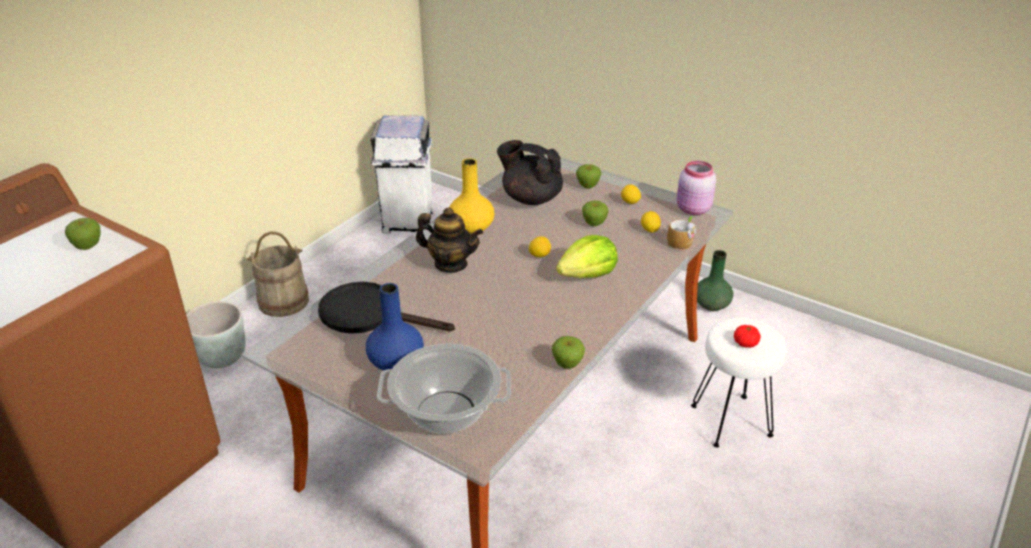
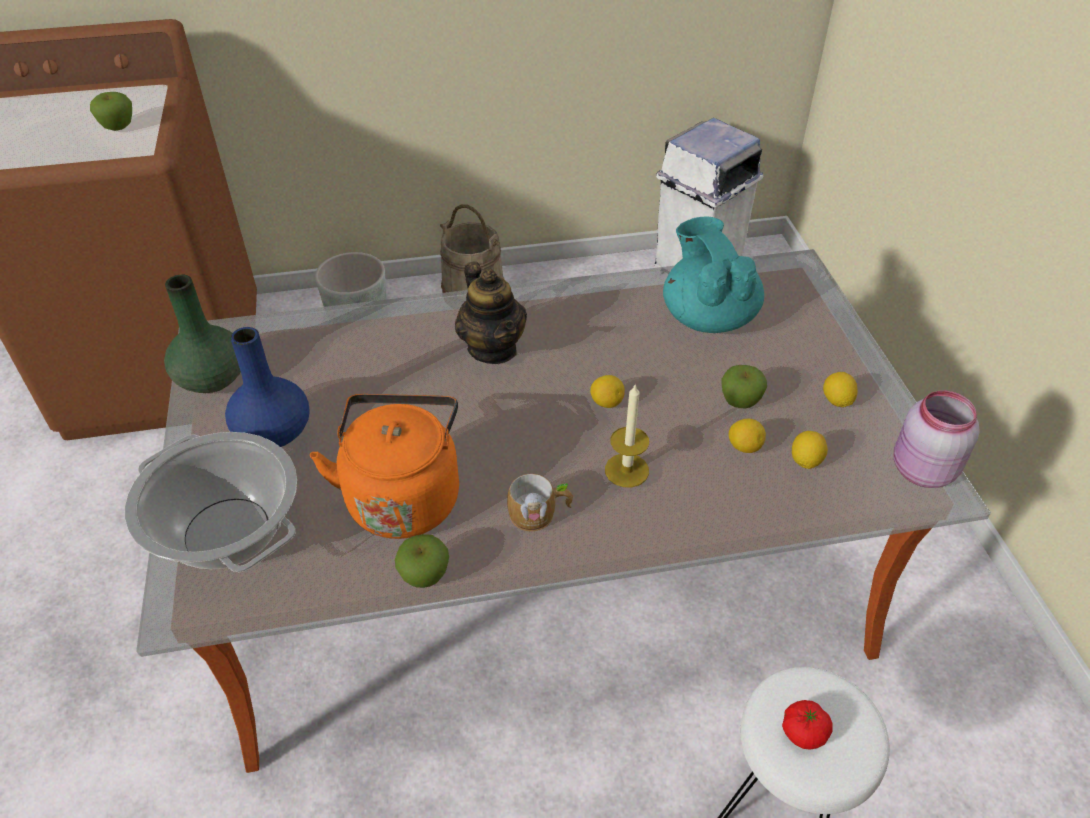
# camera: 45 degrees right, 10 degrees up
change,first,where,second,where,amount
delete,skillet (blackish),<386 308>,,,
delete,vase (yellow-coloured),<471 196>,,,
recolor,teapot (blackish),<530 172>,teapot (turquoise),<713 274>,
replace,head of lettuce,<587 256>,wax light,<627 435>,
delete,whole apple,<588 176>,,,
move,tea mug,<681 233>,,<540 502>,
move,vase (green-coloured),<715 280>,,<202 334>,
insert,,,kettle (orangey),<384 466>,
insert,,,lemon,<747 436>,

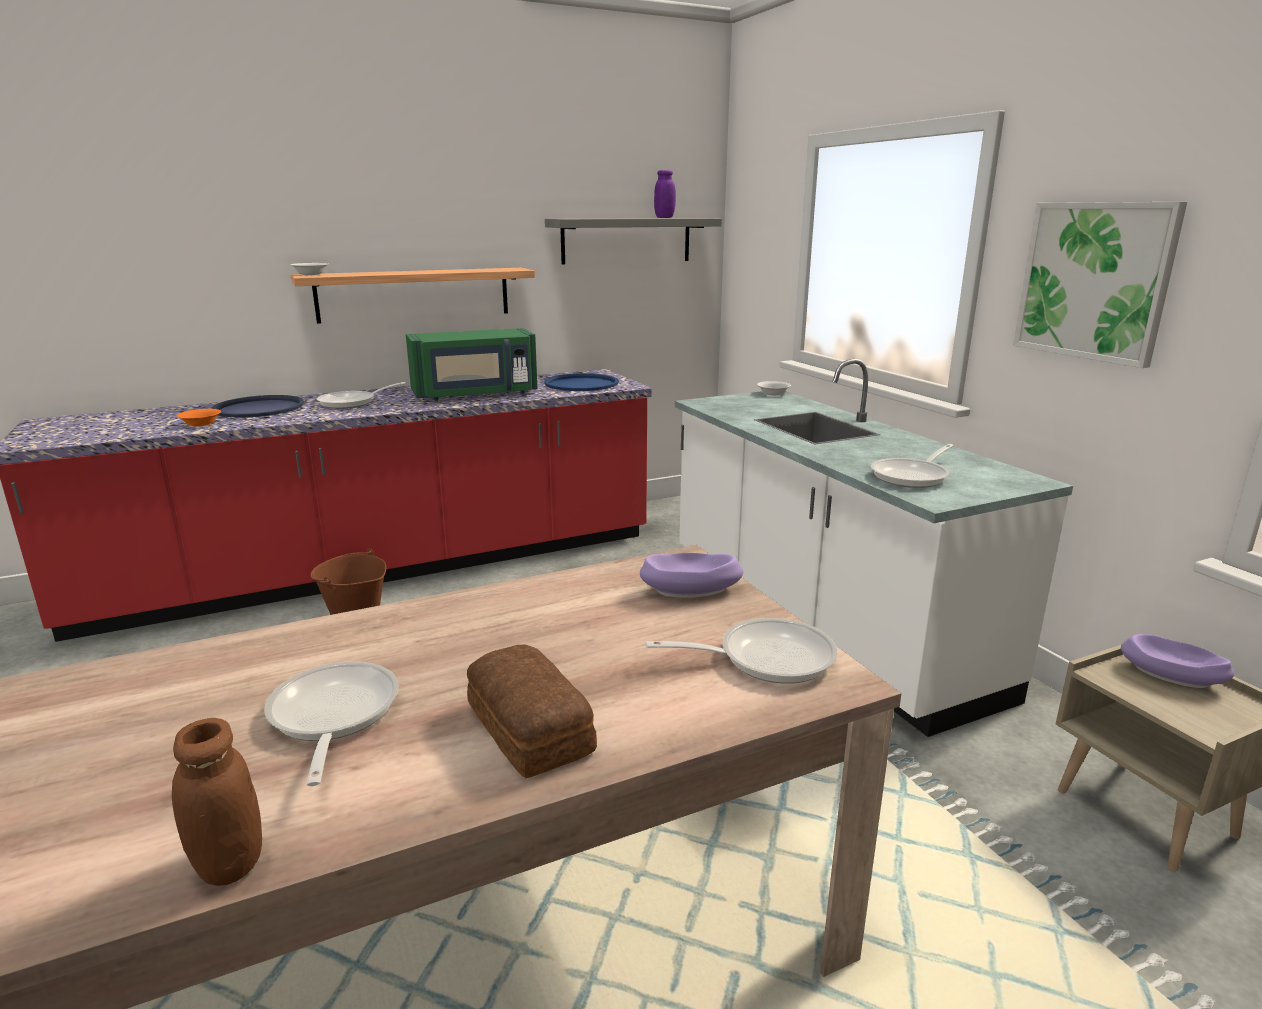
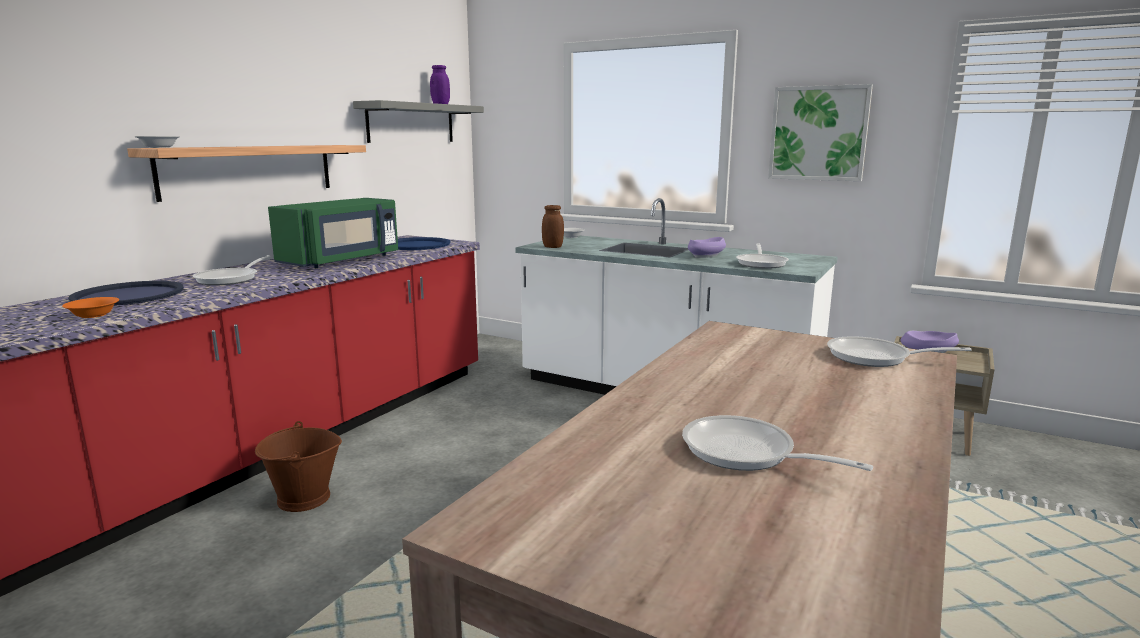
# camera: 35 degrees left, 5 degrees down
change,first,where,second,where,amount
move,preserve jar (brown-coloured),<217 802>,,<553 226>,
delete,bakery bread,<532 711>,,,
move,deep dish (purple),<691 575>,,<707 247>,
rotate,skillet,<741 651>,,<899 351>,120 degrees counterclockwise

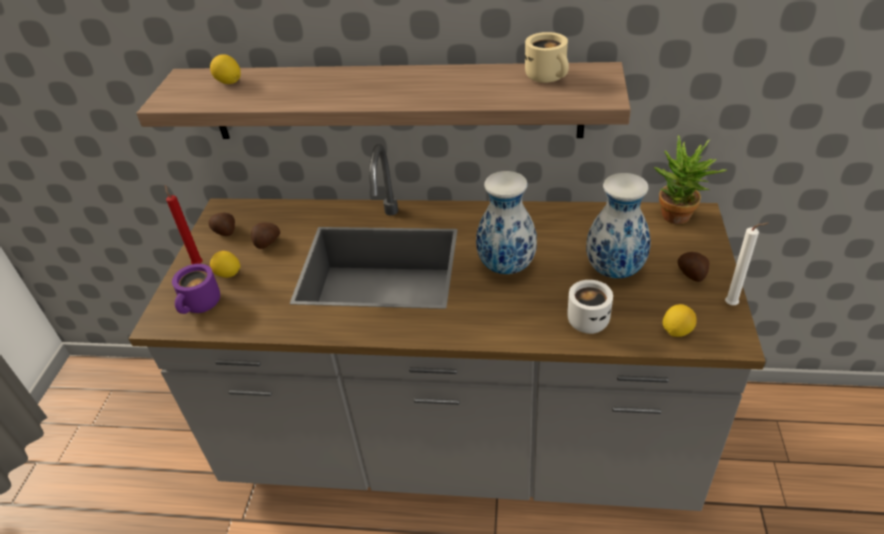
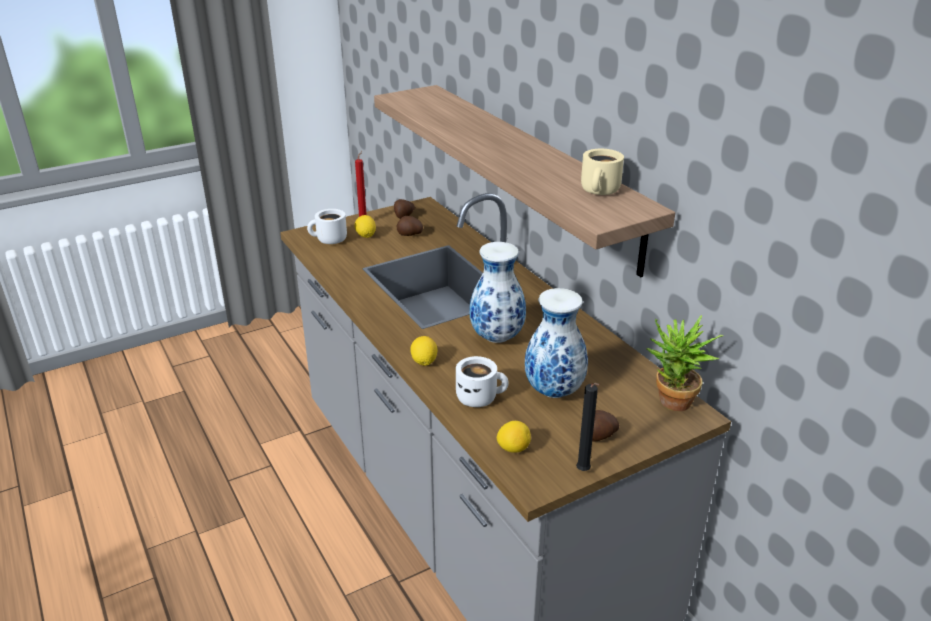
# camera: 50 degrees right, 10 degrees down
change,first,where,second,where,amount
recolor,tea mug (purple),<196 289>,tea mug (white-coloured),<327 226>,
move,lemon,<225 69>,,<423 351>,
recolor,wax light (white-coloured),<747 264>,wax light (blackish),<587 427>,

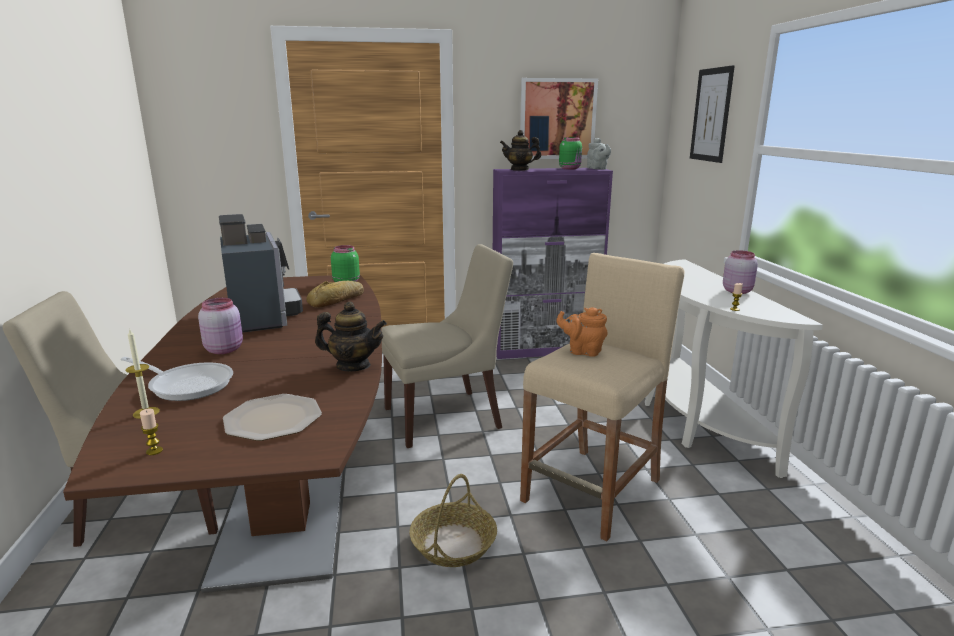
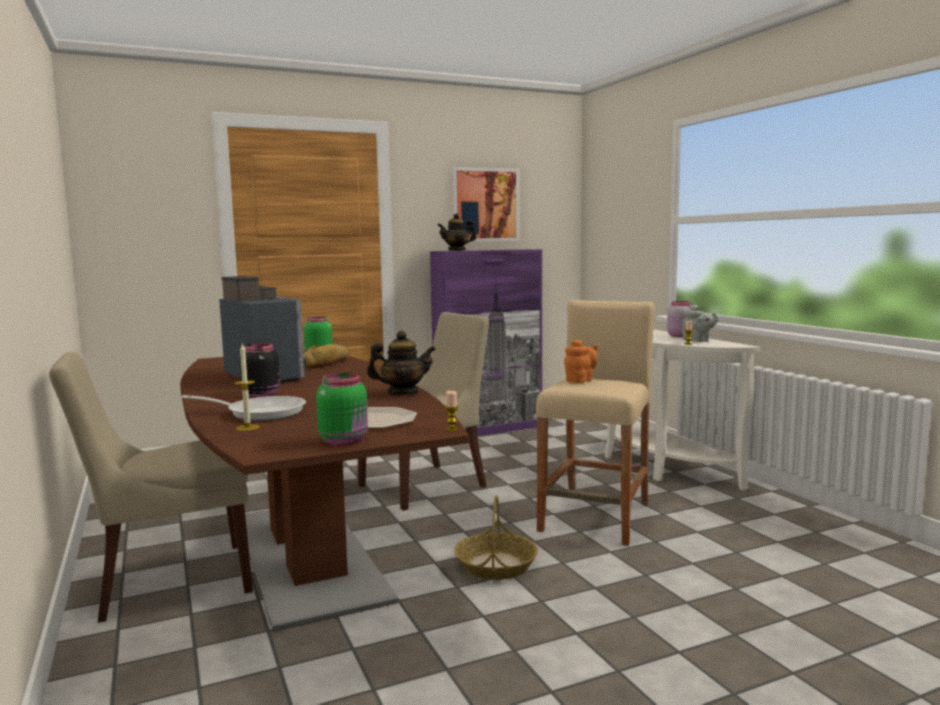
# camera: 15 degrees left, 10 degrees down
change,first,where,second,where,amount
move,wax light,<151 431>,,<452 411>,
recolor,preserve jar (pink),<220 326>,preserve jar (blackish),<260 370>,
rotate,teapot (orangey),<582 332>,,<581 361>,135 degrees clockwise
move,preserve jar (green-coloured),<570 153>,,<342 409>,
move,teapot (grey),<599 154>,,<700 323>,
delete,wall picture,<712 114>,,,

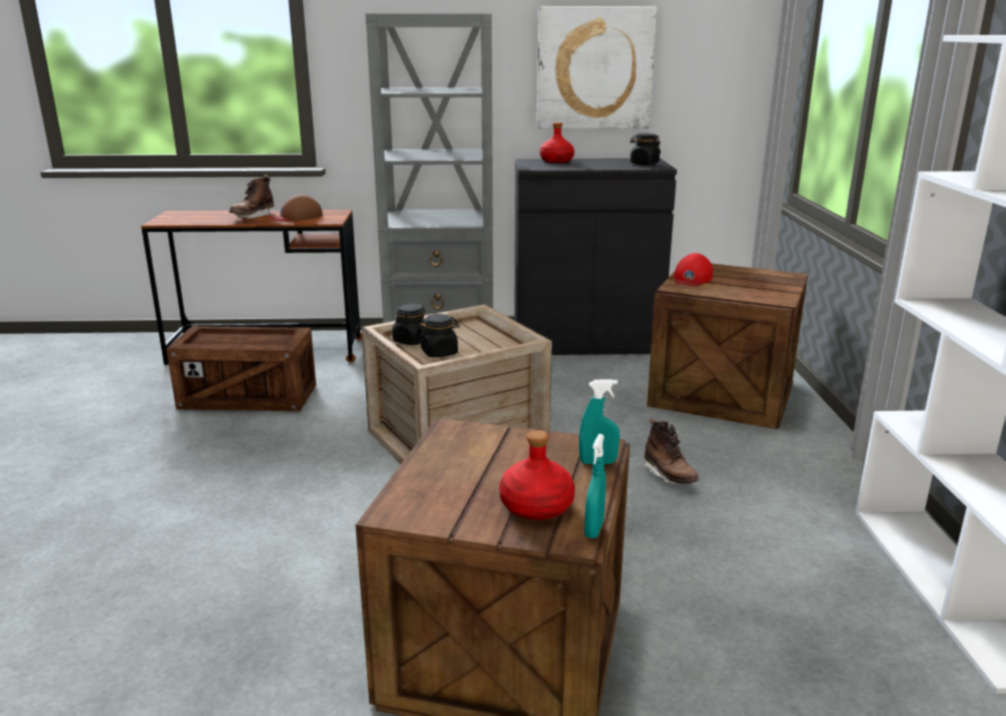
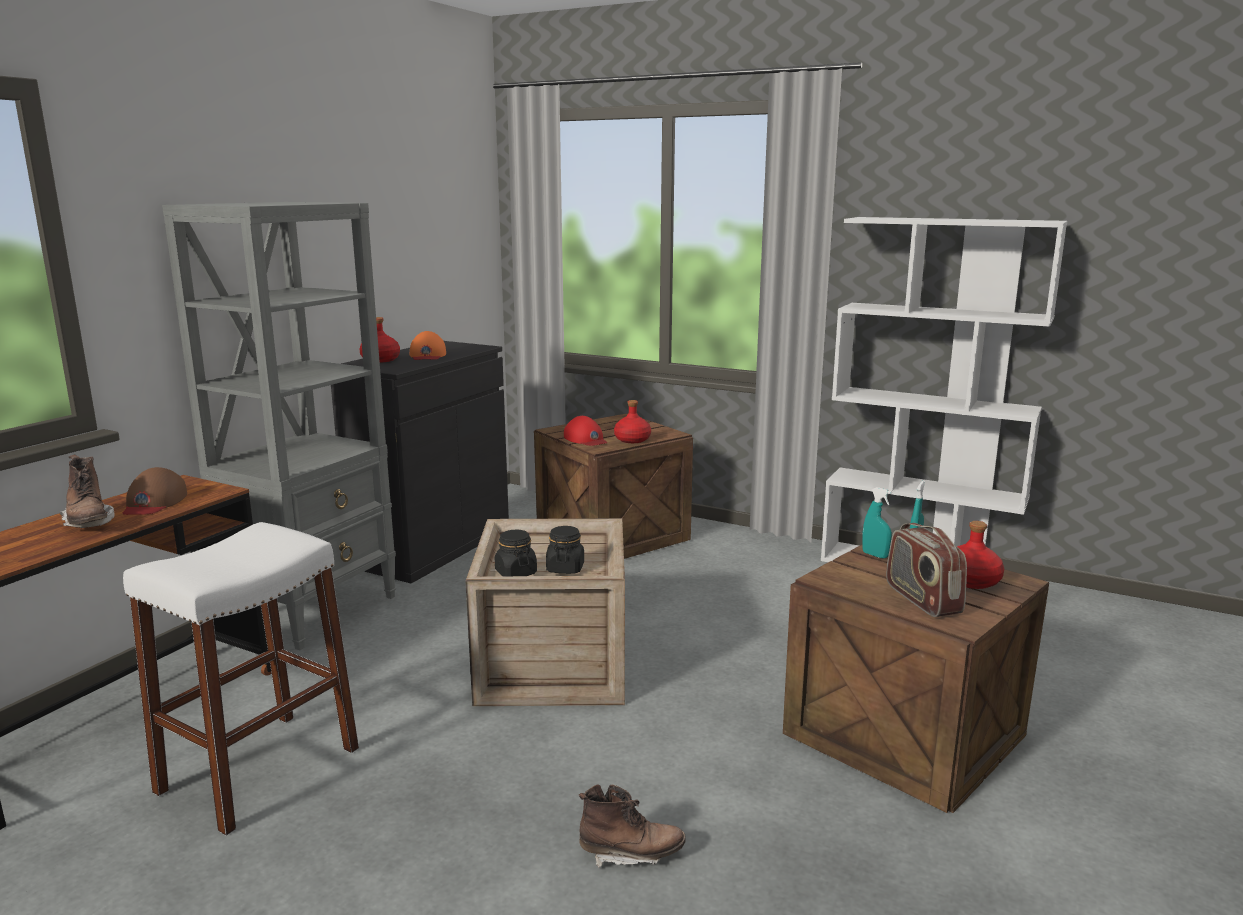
# camera: 60 degrees left, 5 degrees down
change,first,where,second,where,amount
replace,shipping crate,<241 368>,stool (white-coloured),<241 679>,
delete,wall picture,<597 67>,,,
move,hand sprayer (turquoise),<595 486>,,<877 522>,
delete,preserve jar (blackish),<645 149>,,,
move,high-top boot (brown-coloured),<671 451>,,<632 826>,
insert,,,peaked cap (orangey),<428 345>,
insert,,,beverage bottle (red),<632 421>,
insert,,,radio receiver,<926 570>,

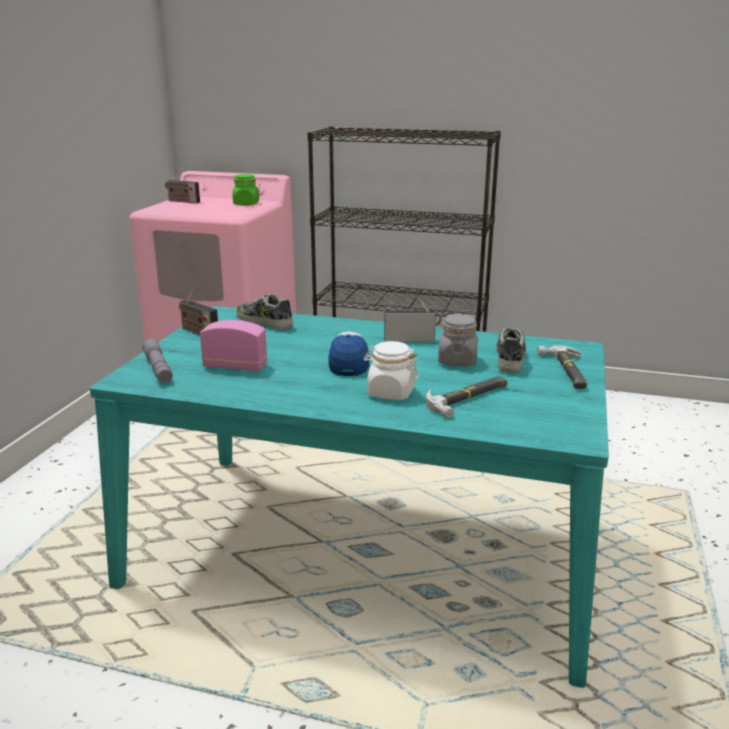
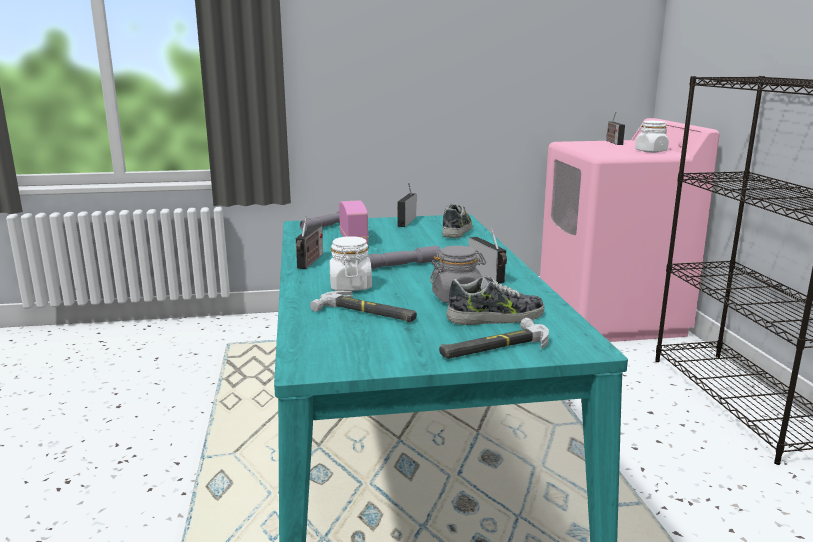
# camera: 65 degrees right, 5 degrees down
change,first,where,second,where,amount
recolor,preserve jar (green-coloured),<246 189>,preserve jar (white-coloured),<652 137>,
replace,peaked cap,<349 353>,hand torch (grey),<404 257>,
insert,,,radio receiver,<309 243>,

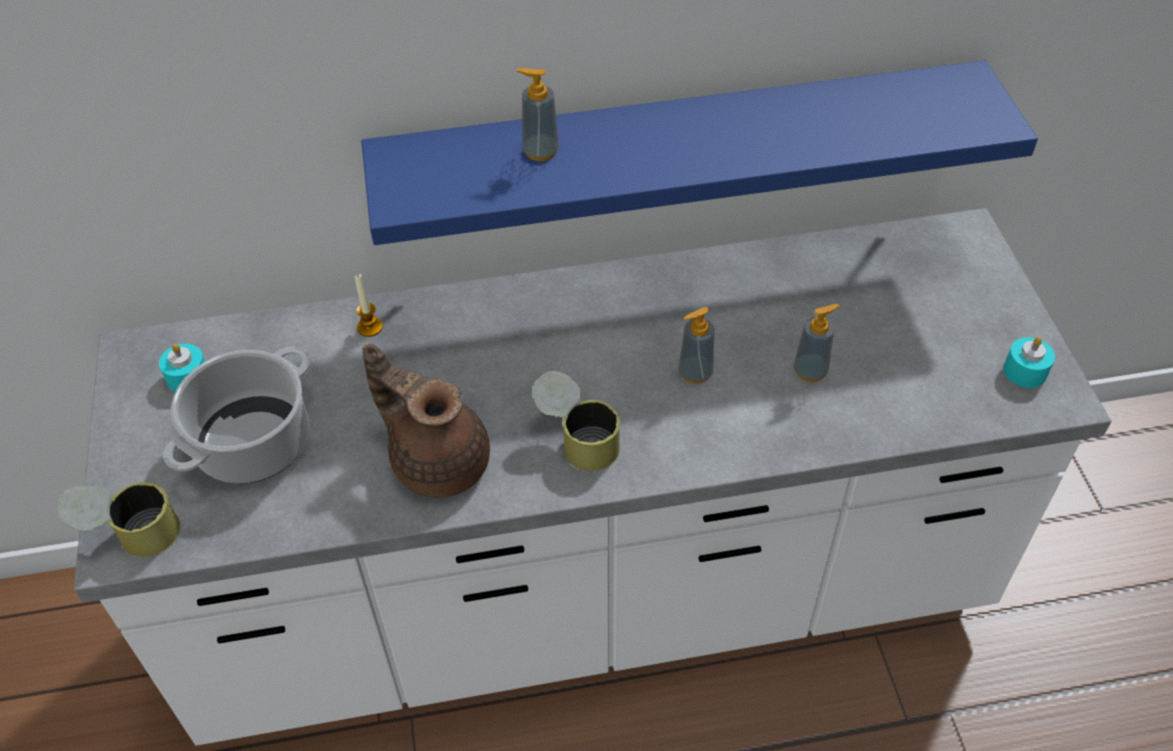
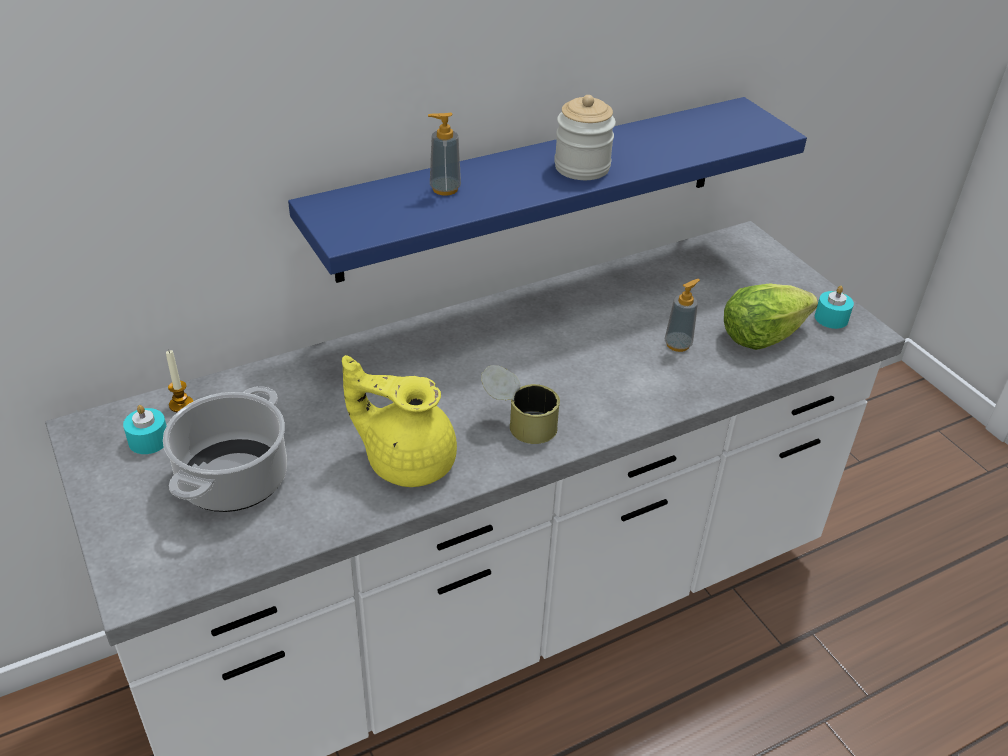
# camera: 20 degrees left, 10 degrees down
change,first,where,second,where,amount
delete,metal can,<118 520>,,,
move,wax light,<369 305>,,<179 381>,
recolor,teapot (brown-coloured),<426 420>,teapot (yellow-coloured),<399 421>,
delete,liquid soap bottle,<696 345>,,,
insert,,,preserve jar,<585 137>,
insert,,,head of lettuce,<771 316>,

